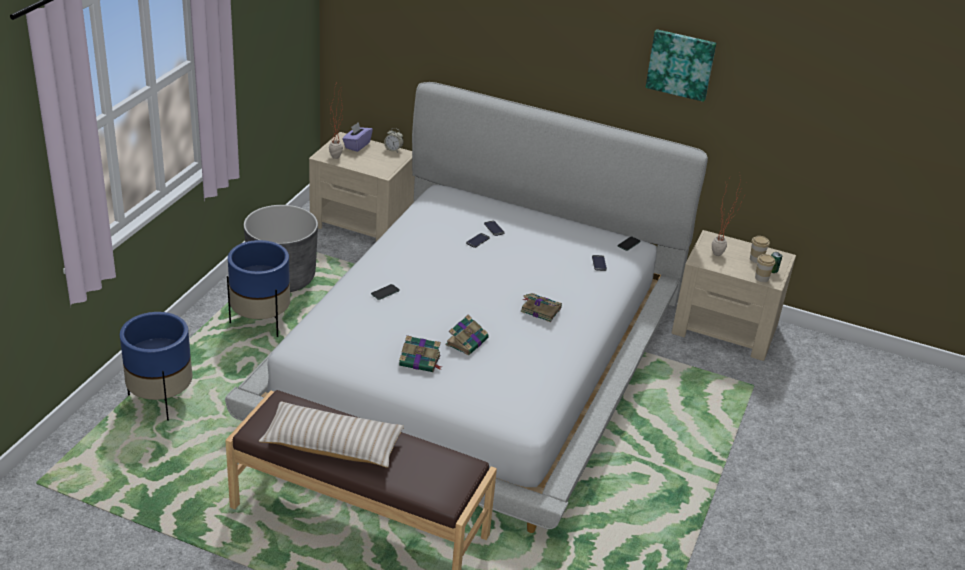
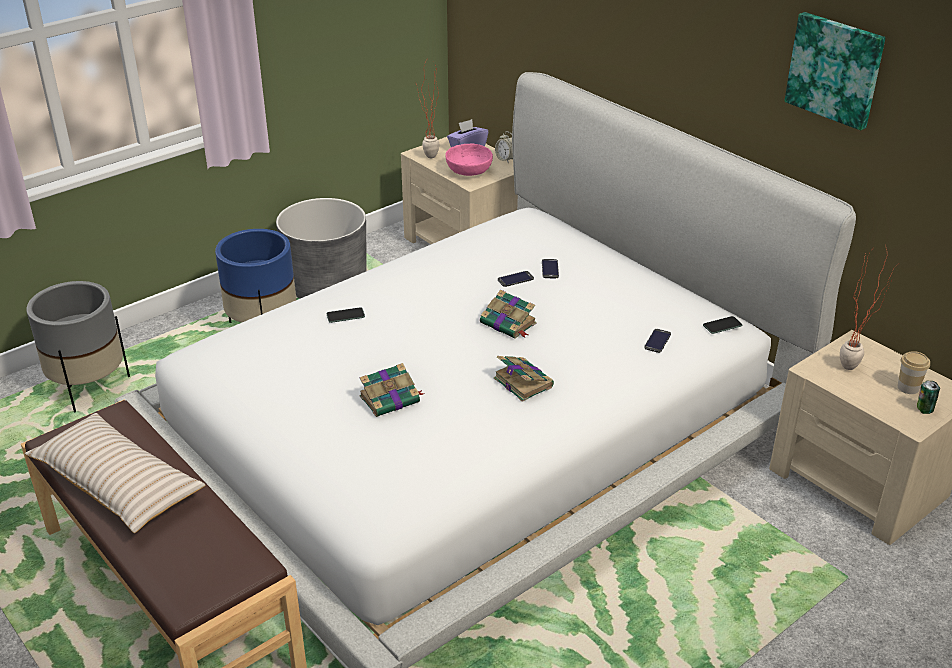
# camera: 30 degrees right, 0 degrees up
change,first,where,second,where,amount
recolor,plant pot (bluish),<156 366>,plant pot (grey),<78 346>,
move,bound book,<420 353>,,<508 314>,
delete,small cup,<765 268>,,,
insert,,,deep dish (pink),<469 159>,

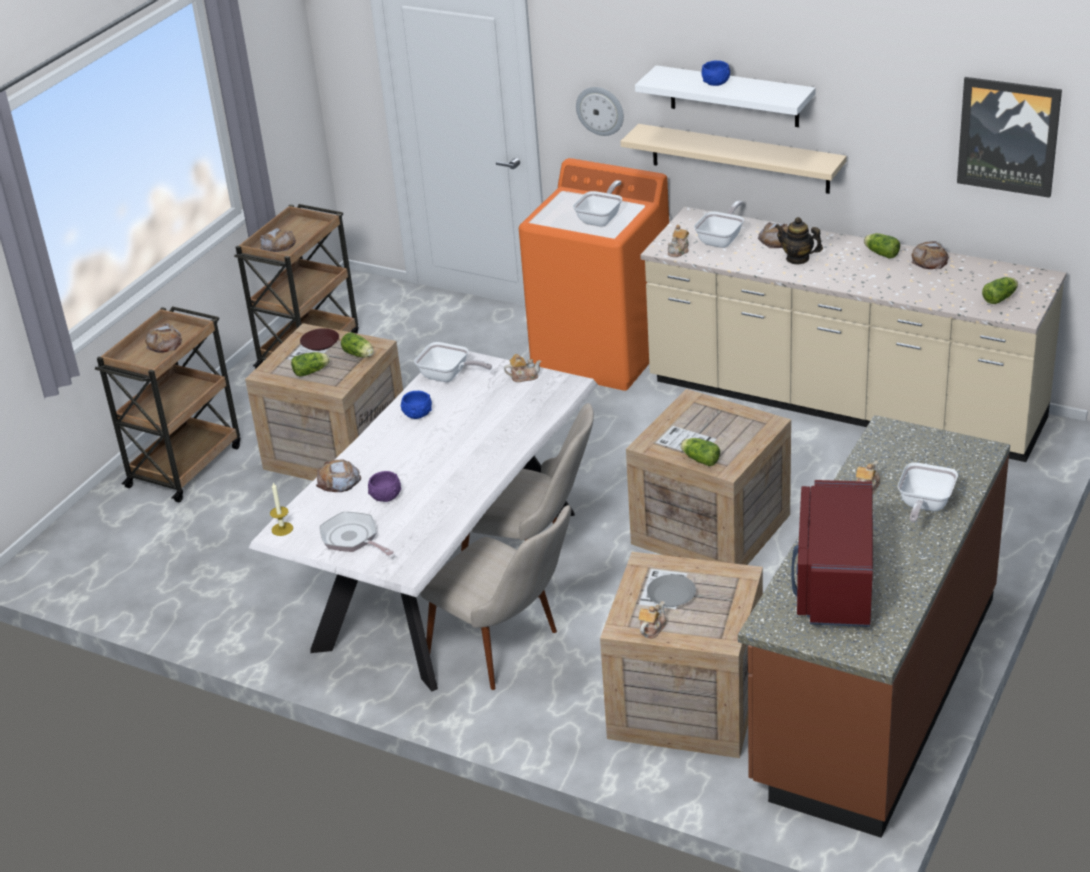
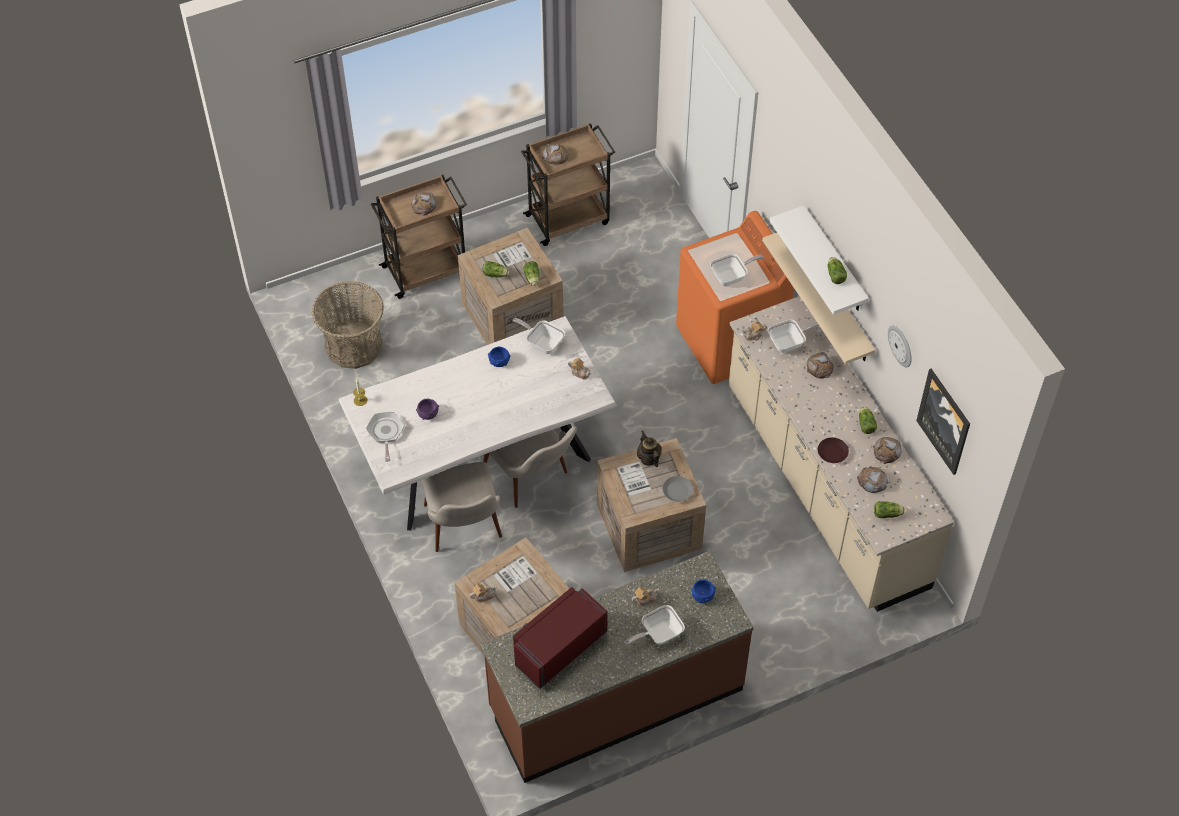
# camera: 35 degrees right, 20 degrees up
change,first,where,second,where,amount
move,plate (brown-coloured),<319 339>,,<833 450>,
move,bakery bread,<338 475>,,<872 479>,
rotate,skillet,<453 362>,,<539 336>,150 degrees clockwise
move,clock on the wall,<600 111>,,<900 346>,
move,plate (grey),<671 591>,,<678 489>,
move,head of lettuce,<700 452>,,<837 270>,
move,deep dish (bluish),<716 73>,,<704 591>,
move,teapot,<799 241>,,<649 449>,
insert,,,basket,<348 325>,

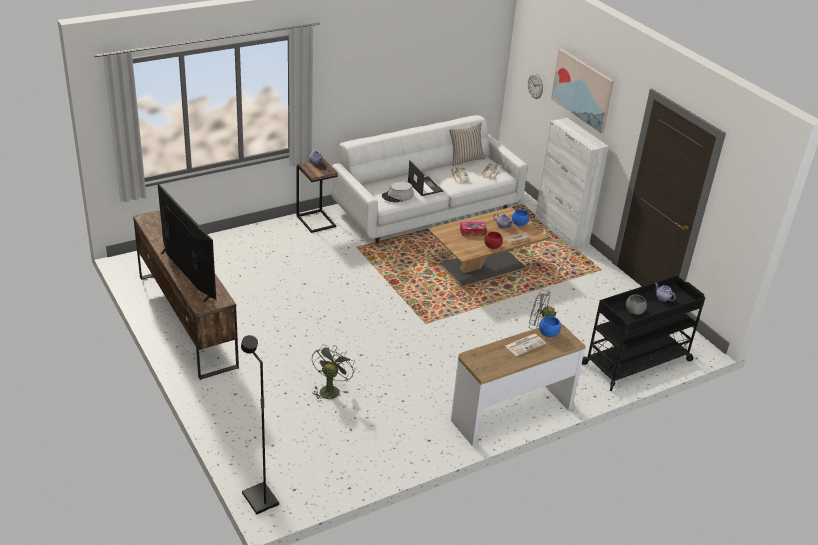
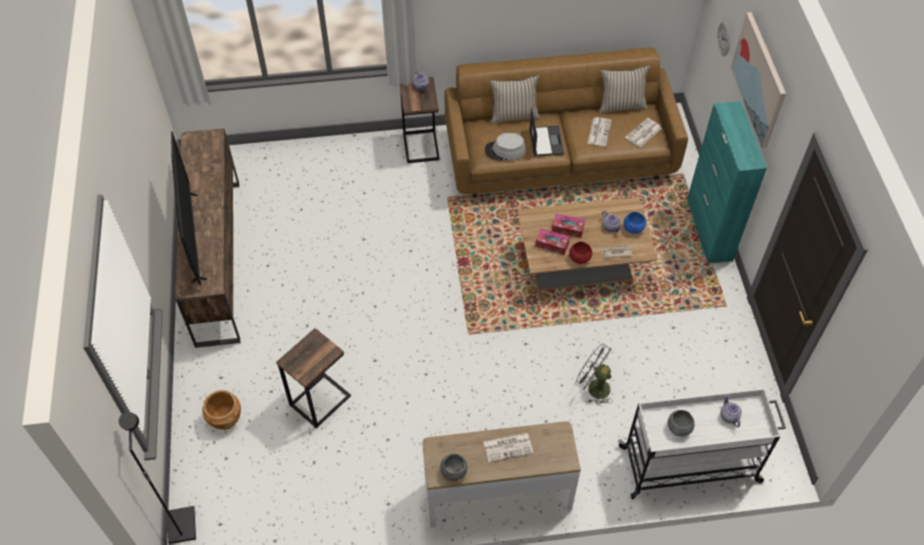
# camera: 25 degrees right, 20 degrees up
change,first,where,second,where,amount
replace,electric fan (grey),<333 373>,end table,<313 378>,
recolor,sofa (white-coloured),<429 179>,sofa (brown-coloured),<566 123>,
recolor,storage cabinet (white-coloured),<572 183>,storage cabinet (turquoise),<727 182>,
delete,deep dish (bluish),<550 326>,,,
recolor,wheeled cart (blackish),<643 333>,wheeled cart (white-coloured),<702 443>,
insert,,,plant pot (brown-coloured),<222 410>,
insert,,,deep dish (grey),<454 467>,
insert,,,pillow (sand-coloured),<514 99>,
insert,,,tissue box,<553 241>,

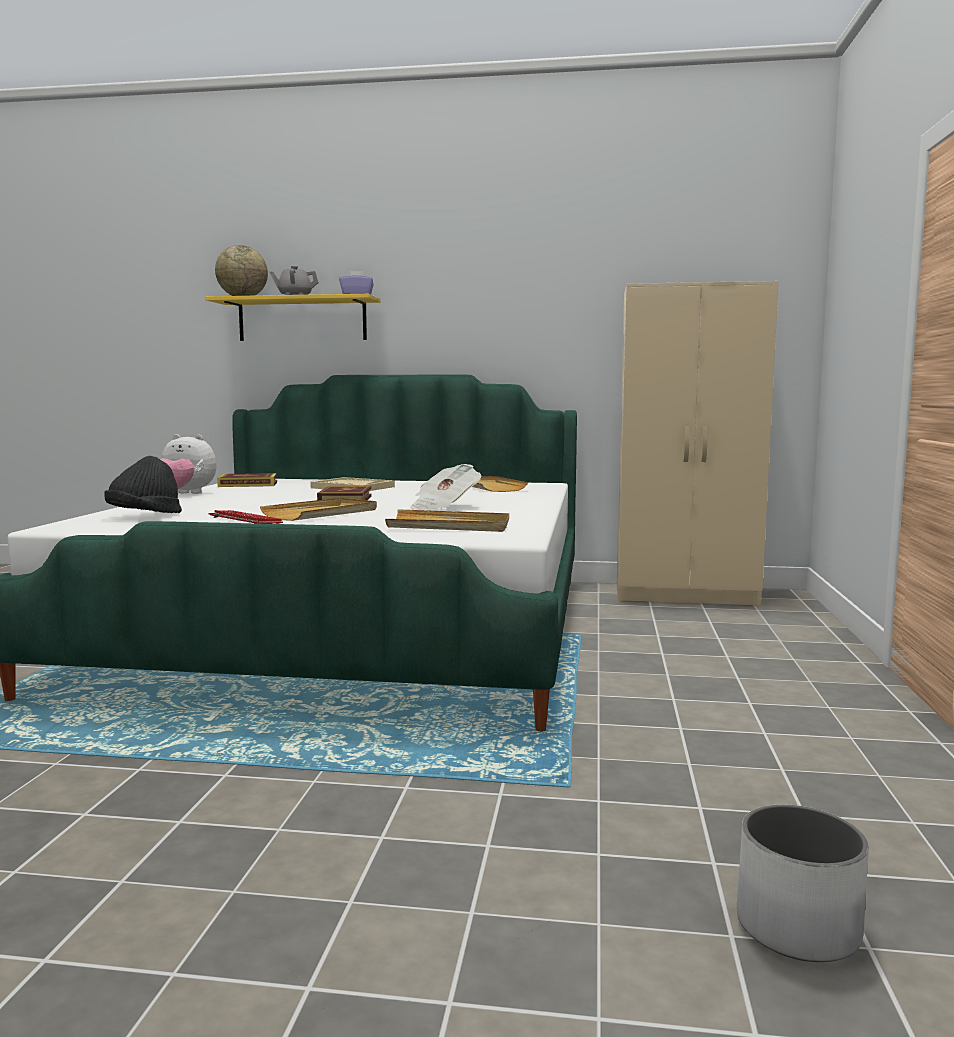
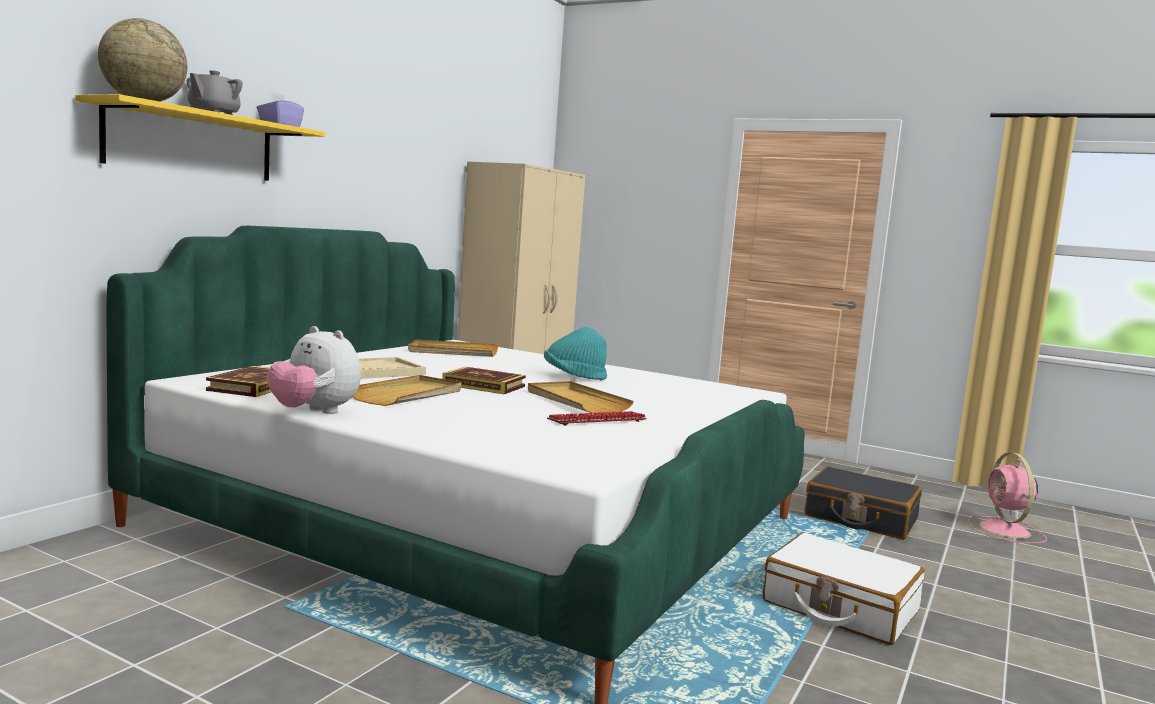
# camera: 70 degrees left, 0 degrees up
change,first,where,second,where,amount
delete,hat (blackish),<143 484>,,,
rotate,cuddly toy,<188 464>,,<314 370>,90 degrees clockwise
move,carrying tray (sand-coloured),<447 520>,,<407 390>,
replace,printed paper,<445 487>,hat (turquoise),<575 353>,
replace,plant pot (white-coloured),<803 883>,electric fan (pink),<1007 497>,
insert,,,travel case (white-coloured),<844 588>,
insert,,,travel case (blackish),<863 503>,

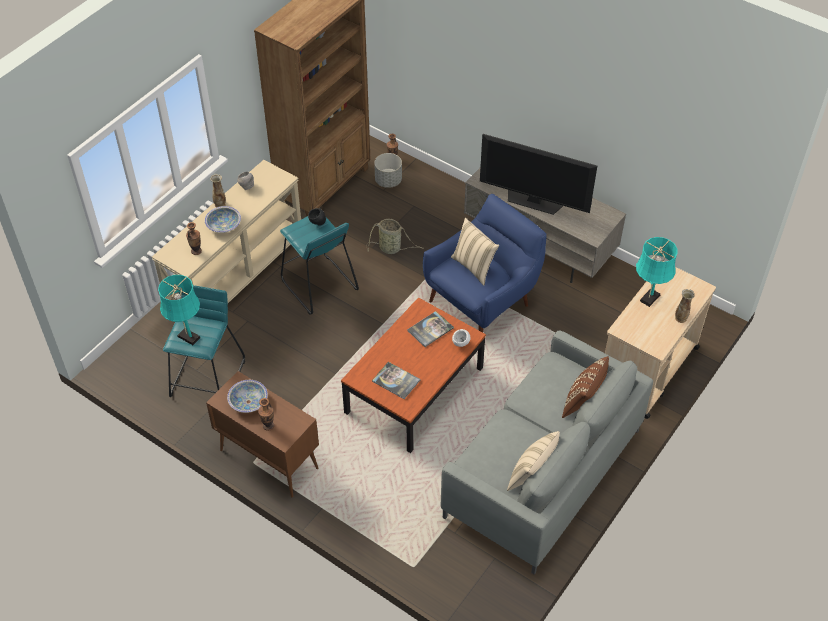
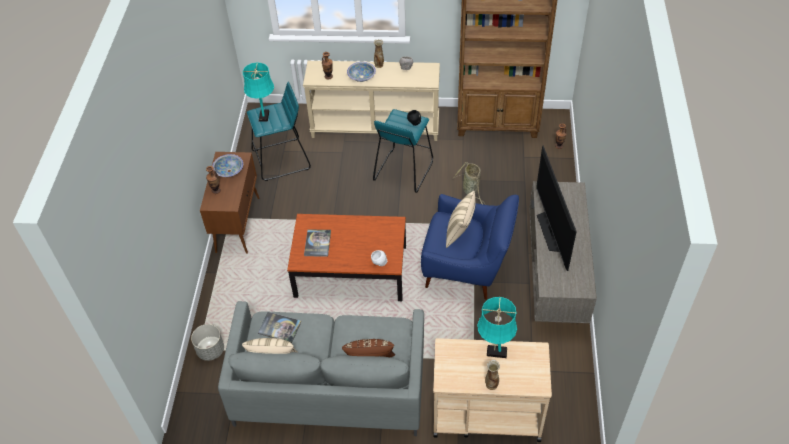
# camera: 60 degrees right, 0 degrees up
change,first,where,second,where,amount
move,plant pot (grey),<388 170>,,<207 342>,
move,bound book,<430 329>,,<279 327>,

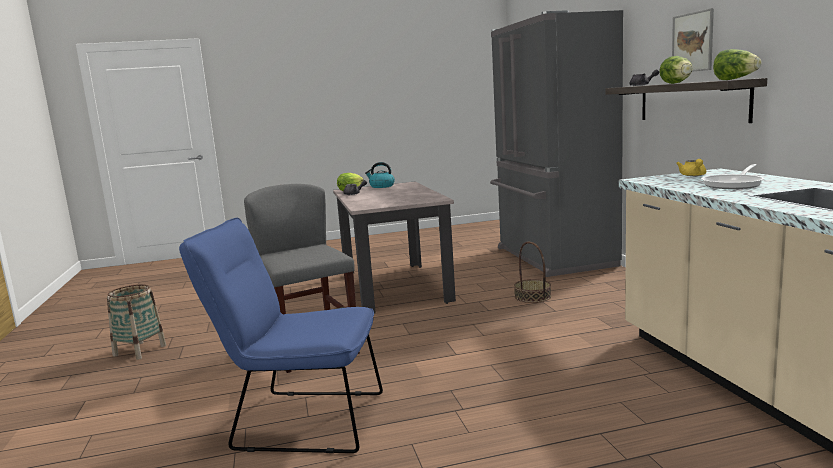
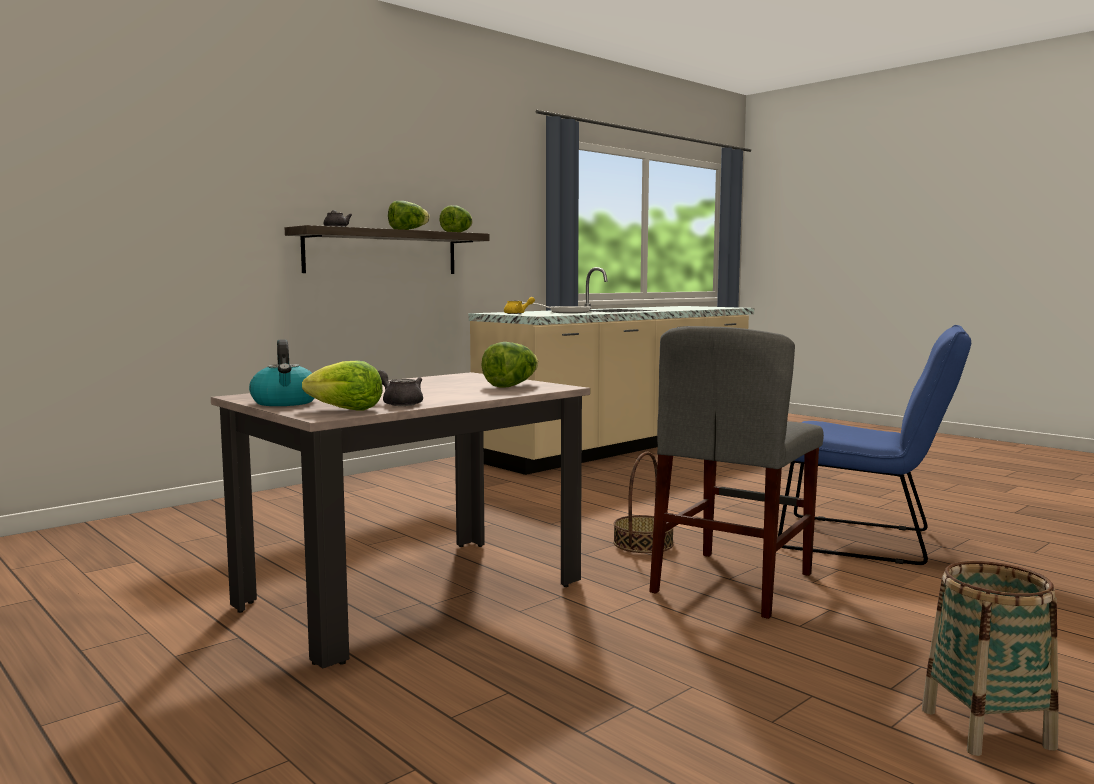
# camera: 120 degrees left, 5 degrees down
change,first,where,second,where,amount
rotate,upright chair (bluish),<281 335>,,<874 445>,45 degrees counterclockwise
delete,refrigerator (grey),<556 143>,,,
move,basket,<532 272>,,<643 502>,
delete,wall picture,<693 40>,,,
insert,,,head of lettuce,<509 365>,

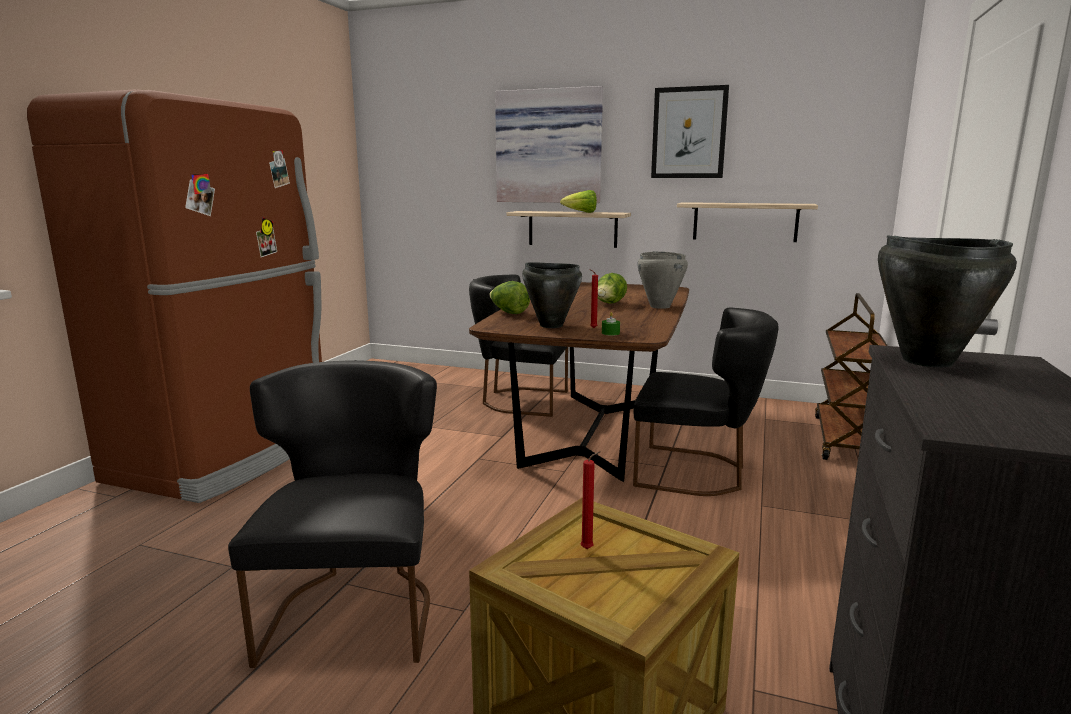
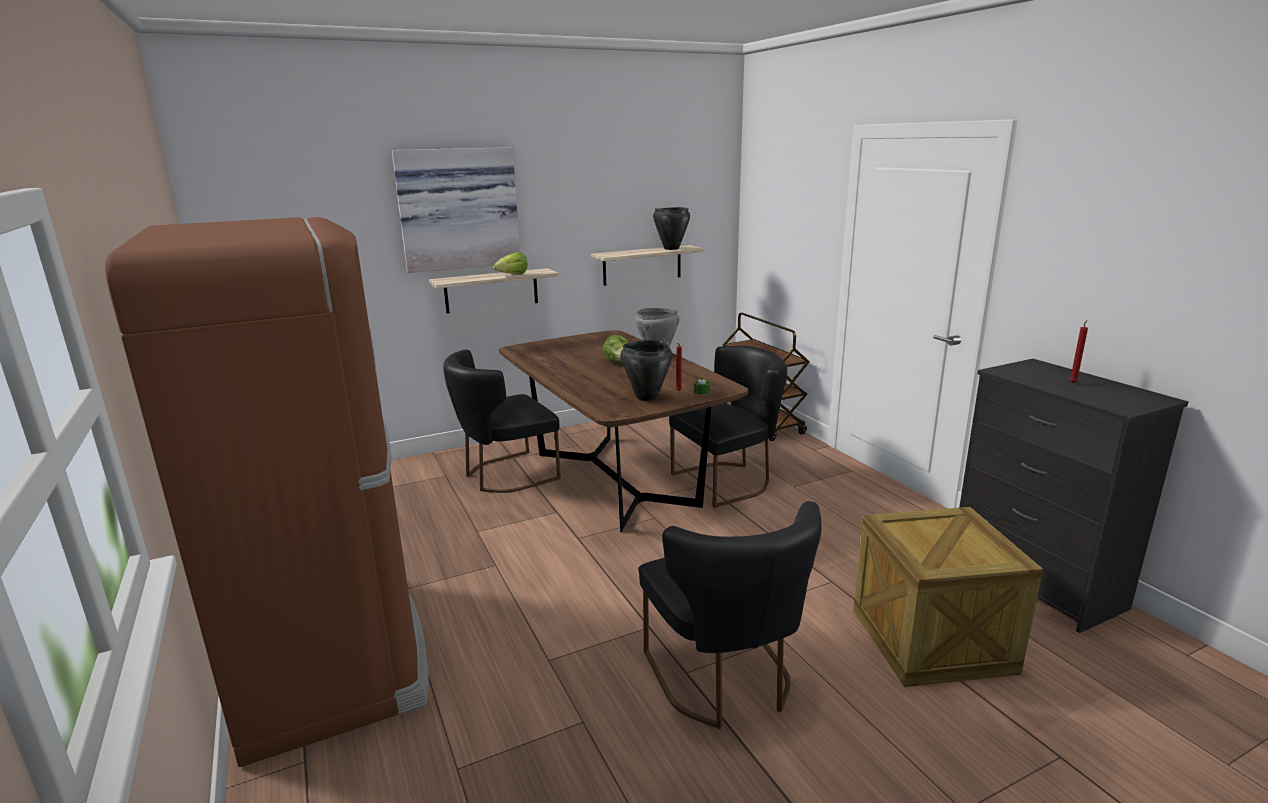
# camera: 45 degrees left, 5 degrees up
change,first,where,second,where,amount
rotate,upright chair (blackish),<332 514>,,<730 615>,150 degrees counterclockwise
delete,head of lettuce,<510 297>,,,
move,wax light (red),<591 500>,,<1078 351>,
delete,wall picture,<690 131>,,,
move,cooking pot (blackish),<947 301>,,<671 228>,

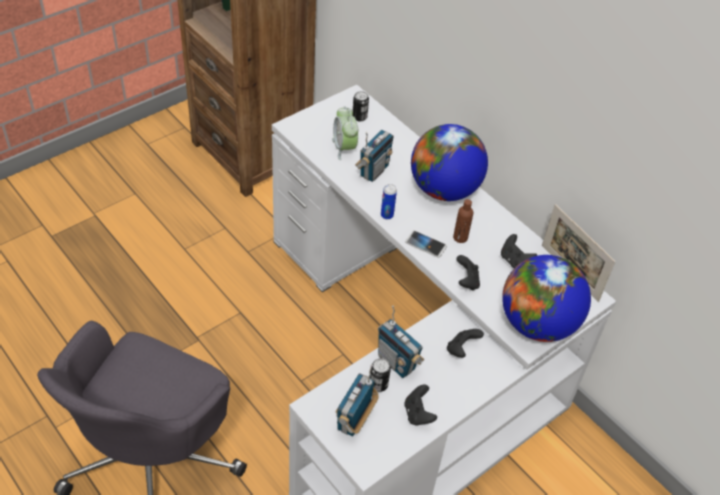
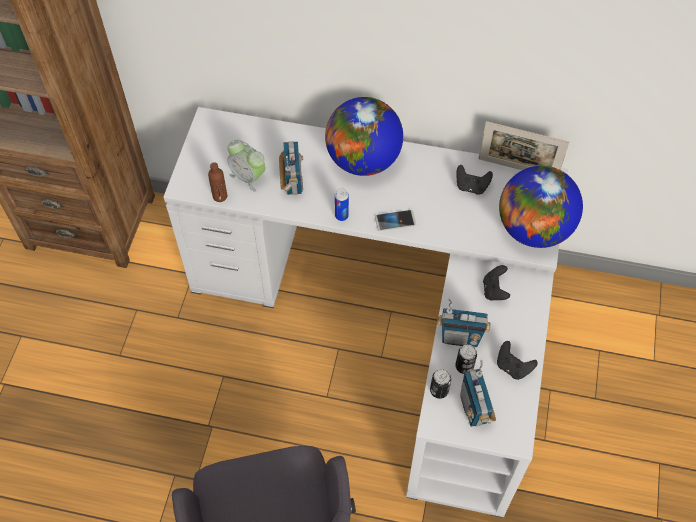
# camera: 35 degrees left, 10 degrees up
change,first,where,second,where,amount
move,metal can,<361 106>,,<440 384>,
move,beverage bottle (brown-coloured),<463 221>,,<217 182>,
delete,joypad (blackish),<468 272>,,,

